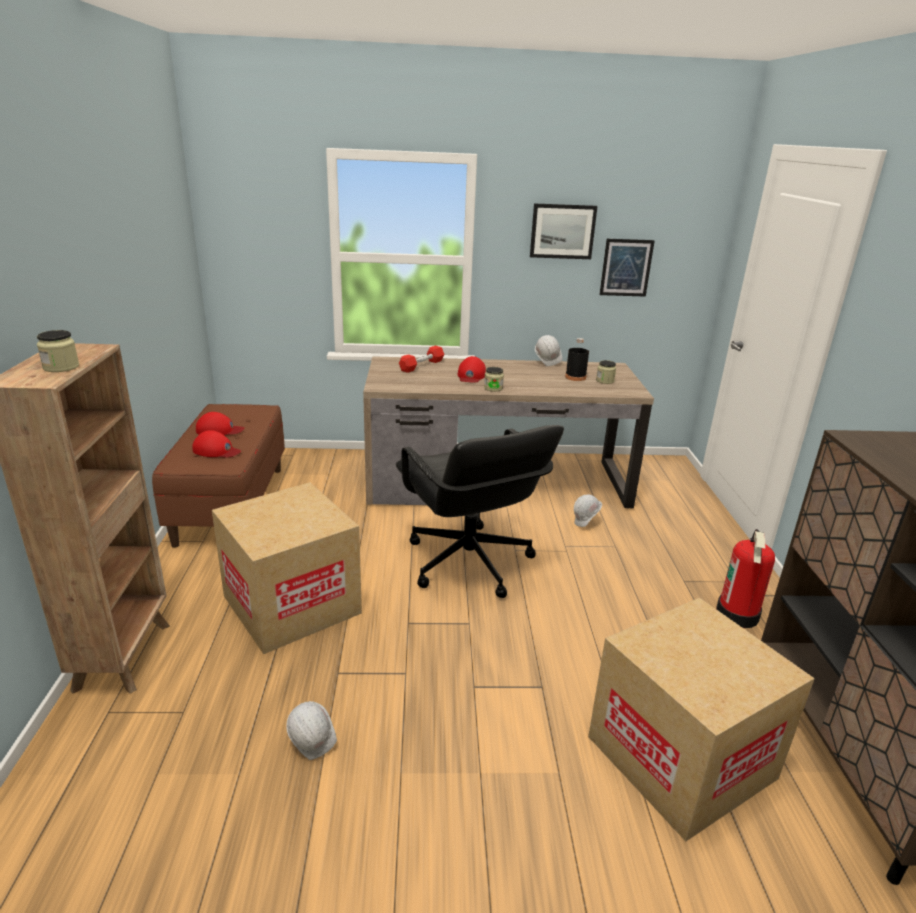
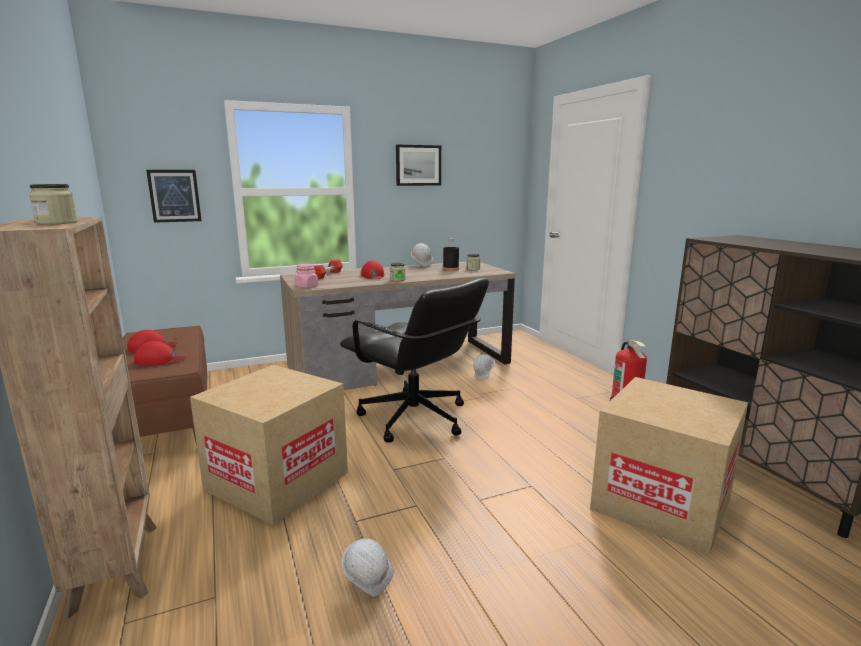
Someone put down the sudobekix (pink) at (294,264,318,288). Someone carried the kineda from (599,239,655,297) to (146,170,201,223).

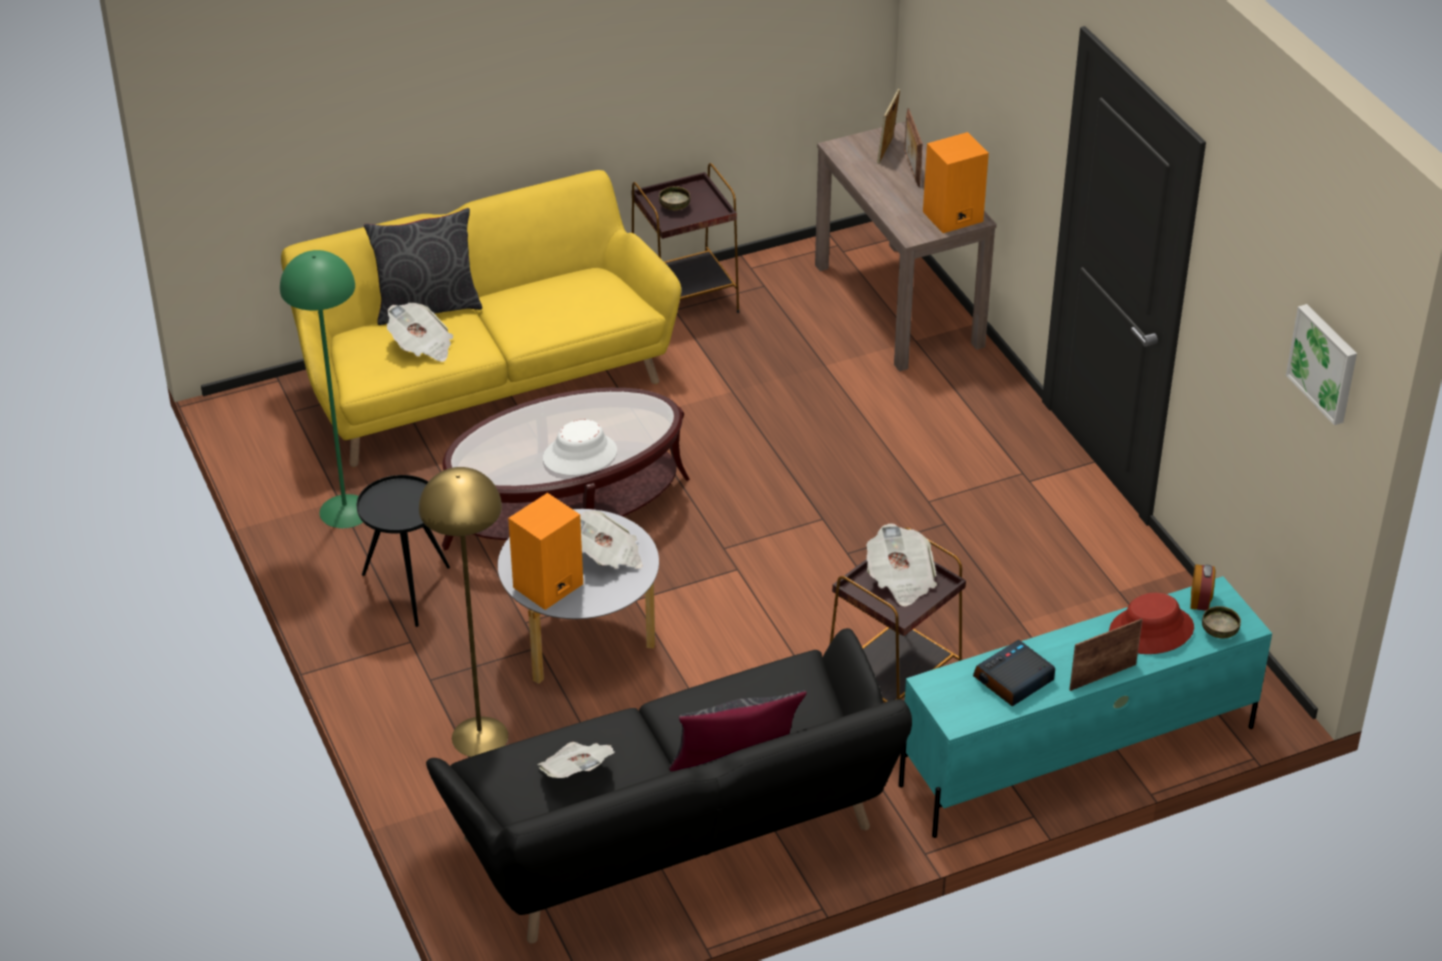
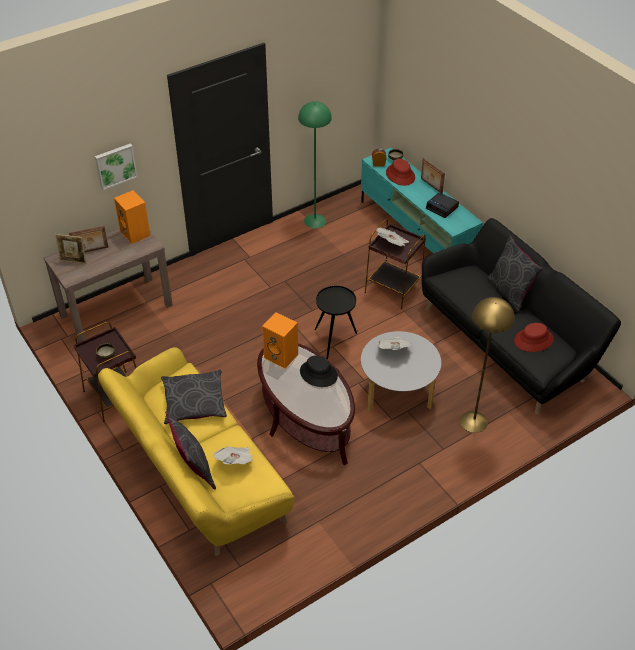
Someone put down the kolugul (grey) at (161,370,227,424). Someone carried the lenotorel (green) from (280,250,363,528) to (298,101,332,228). Someone carried the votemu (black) from (357,475,450,627) to (315,286,357,359). Someone carried the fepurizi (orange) from (508,493,583,610) to (262,312,298,369). Someone carried the kineda from (1286,304,1357,425) to (95,144,138,190). Someone swapped the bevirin at (537,742,614,778) for the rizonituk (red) at (514,323,554,352). Someone repainted the rizonituk (white) at (543,420,617,475), which became the rizonituk (black) at (300,355,338,387).

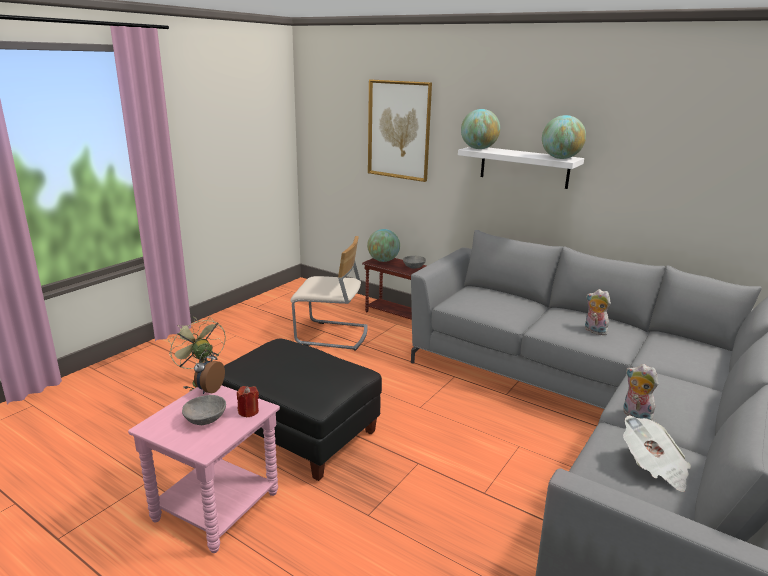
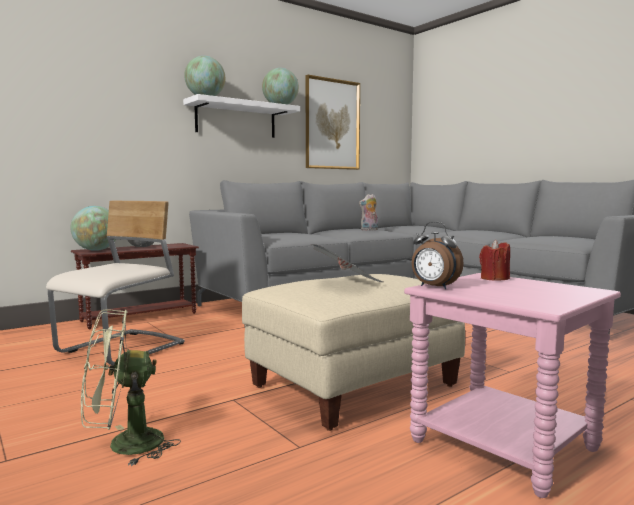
Someone took away the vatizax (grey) at (182,395,226,425). Someone took away the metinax at (623,364,658,421). Someone carried the kineda from (368,80,432,182) to (306,75,360,170). Someone carried the bevirin from (623,415,691,492) to (310,244,383,282). Someone repainted the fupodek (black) at (222,339,382,481), which became the fupodek (beige) at (242,274,465,431).

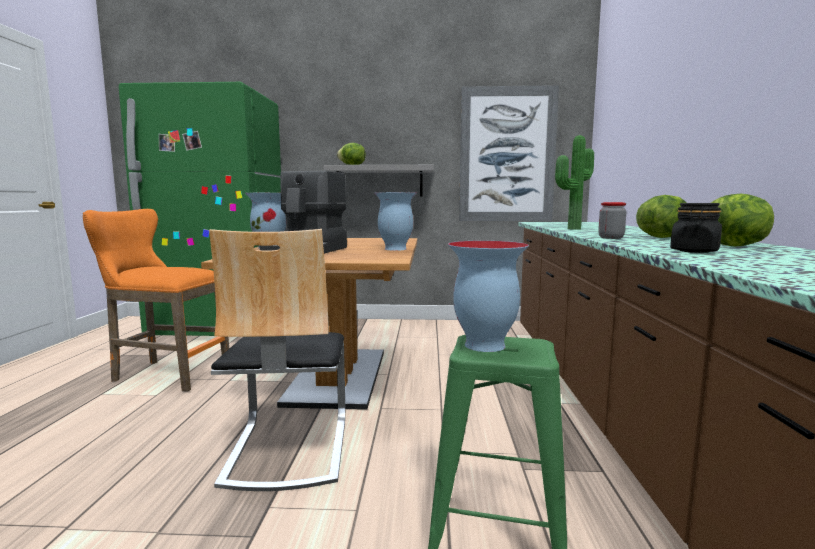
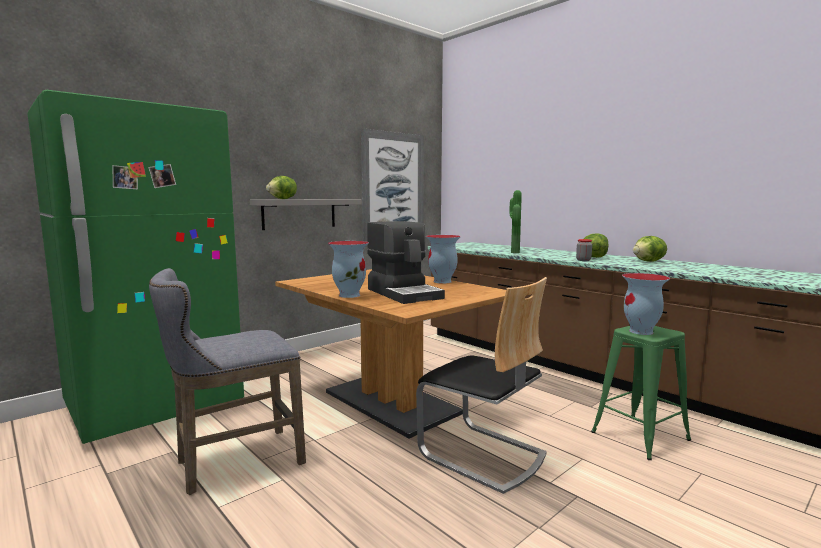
Someone took away the sudobekix (black) at (670,203,722,253). Someone repainted the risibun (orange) at (83,209,229,392), which became the risibun (grey) at (149,268,306,495).

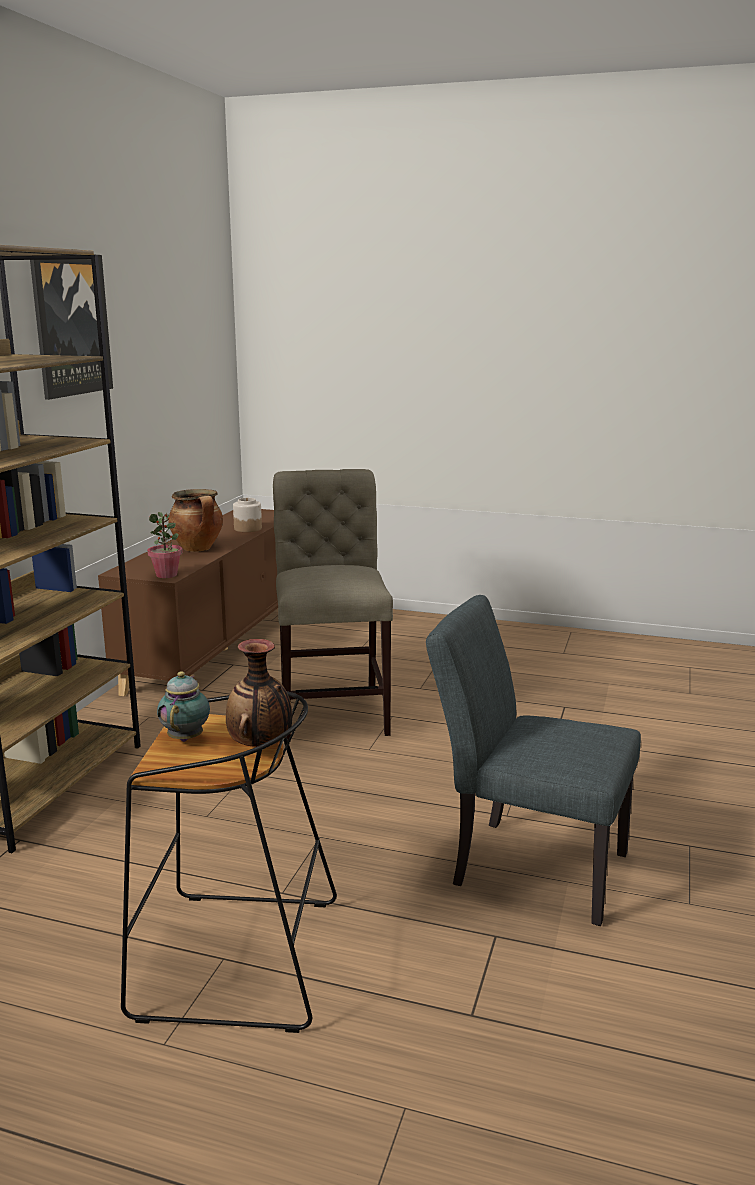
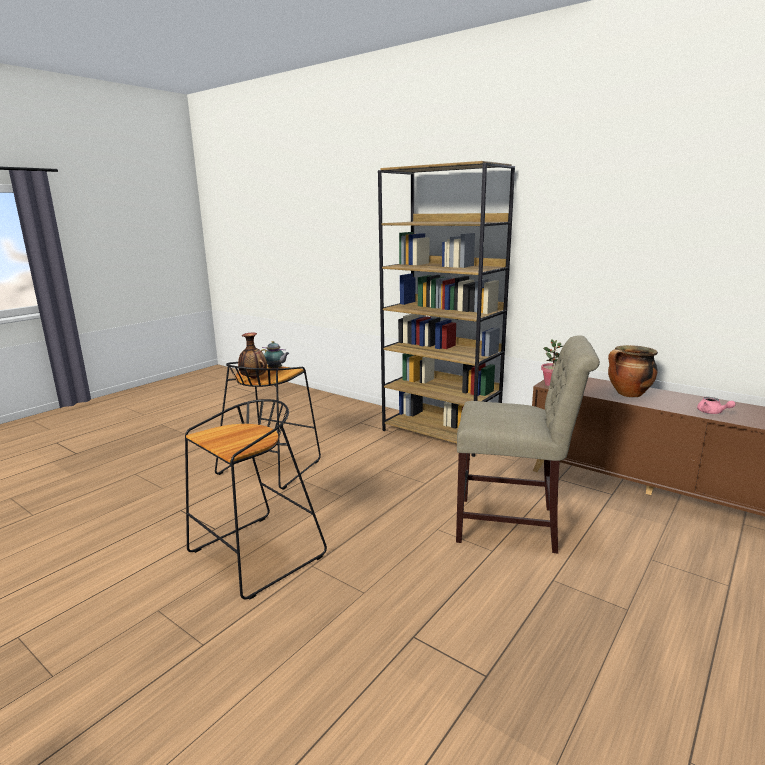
Someone took away the kineda at (30,255,113,400). Someone swapped the sudobekix at (233,498,262,532) for the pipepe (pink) at (697,397,736,414). Someone swapped the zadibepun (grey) at (426,595,641,926) for the risibun (black) at (185,399,327,600).

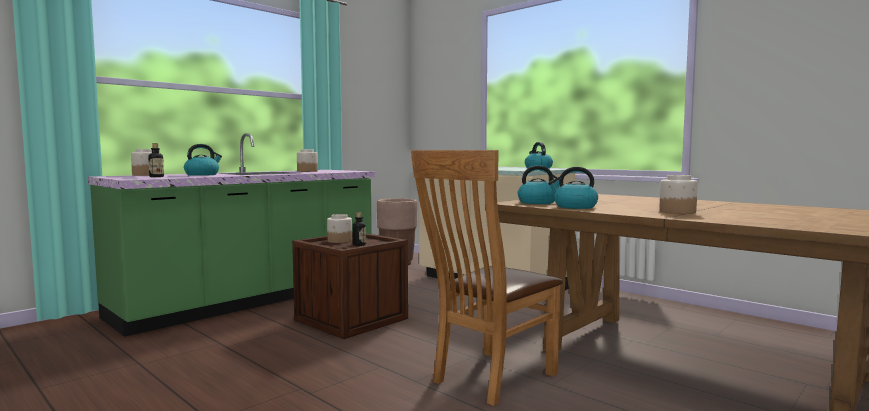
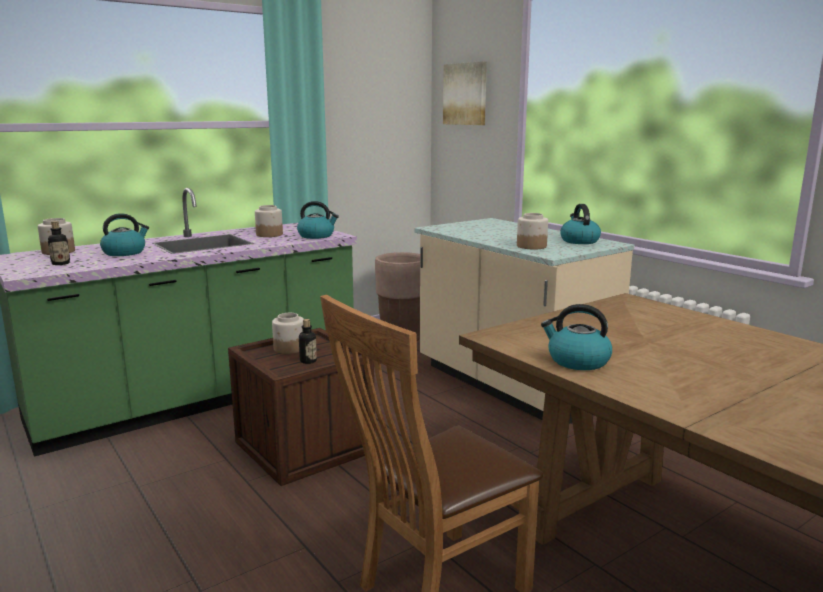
Someone put up the kineda at (443,61,487,125). Someone carried the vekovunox from (518,165,560,204) to (297,201,339,239). Someone carried the sudobekix from (659,175,698,214) to (517,213,548,249).

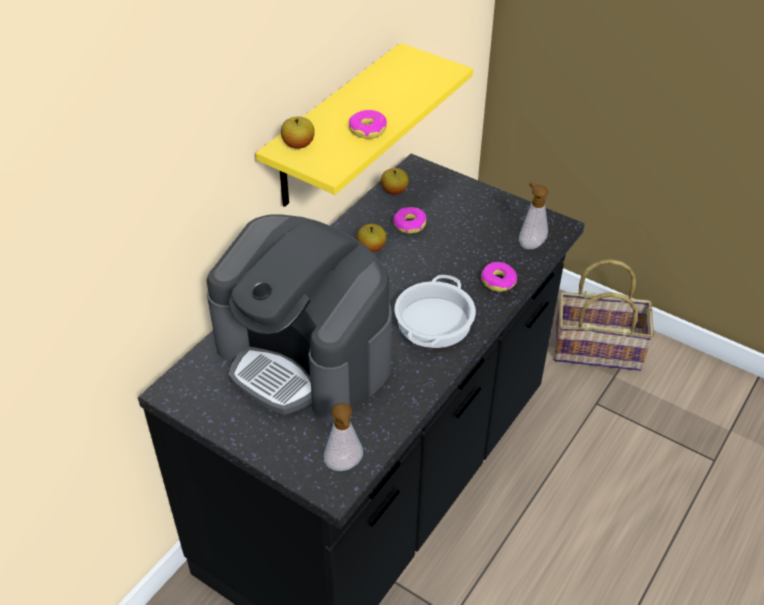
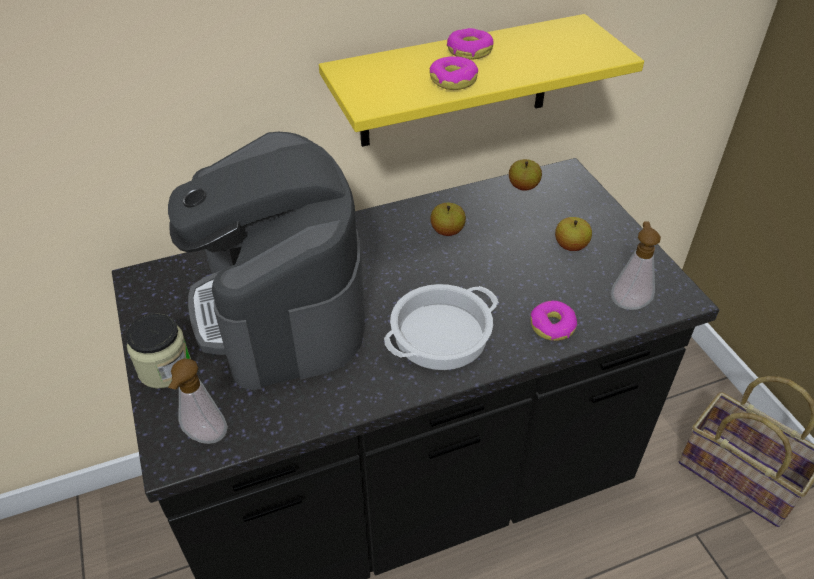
Someone put down the sudobekix at (126,314,191,389). Someone carried the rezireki from (281,116,315,149) to (555,217,592,251). Someone carried the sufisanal from (393,207,426,234) to (447,28,493,60).

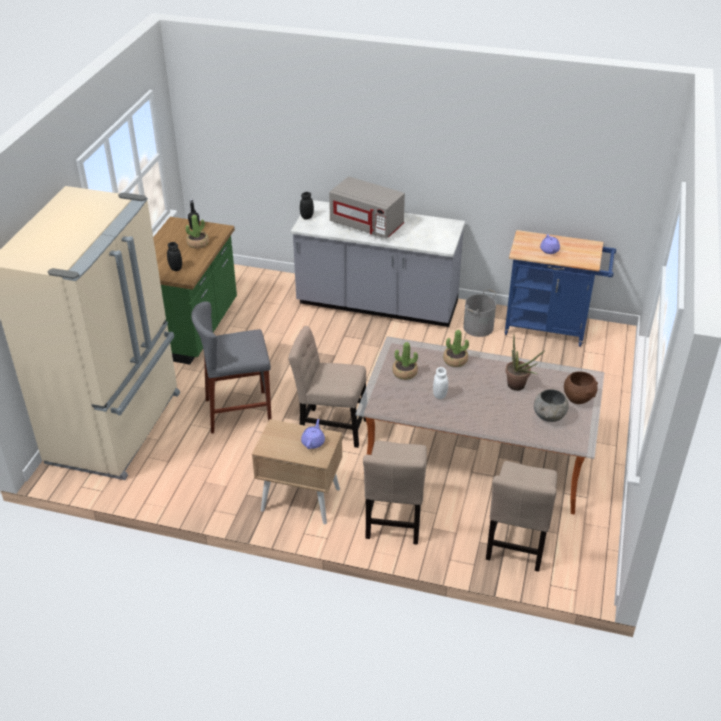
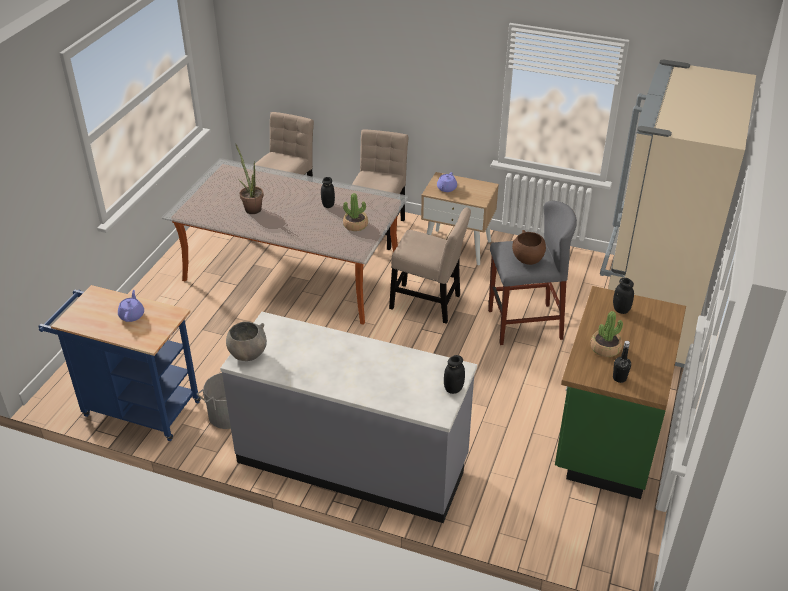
Someone took away the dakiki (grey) at (329,177,405,238). Someone took away the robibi at (443,330,469,367). Someone carried the vatizax (grey) from (534,389,569,422) to (226,322,267,361). Someone carried the vatizax (brown) from (564,371,598,404) to (512,230,546,265). Someone repainted the sudobekix (white) at (433,367,448,399), which became the sudobekix (black) at (321,177,335,208).

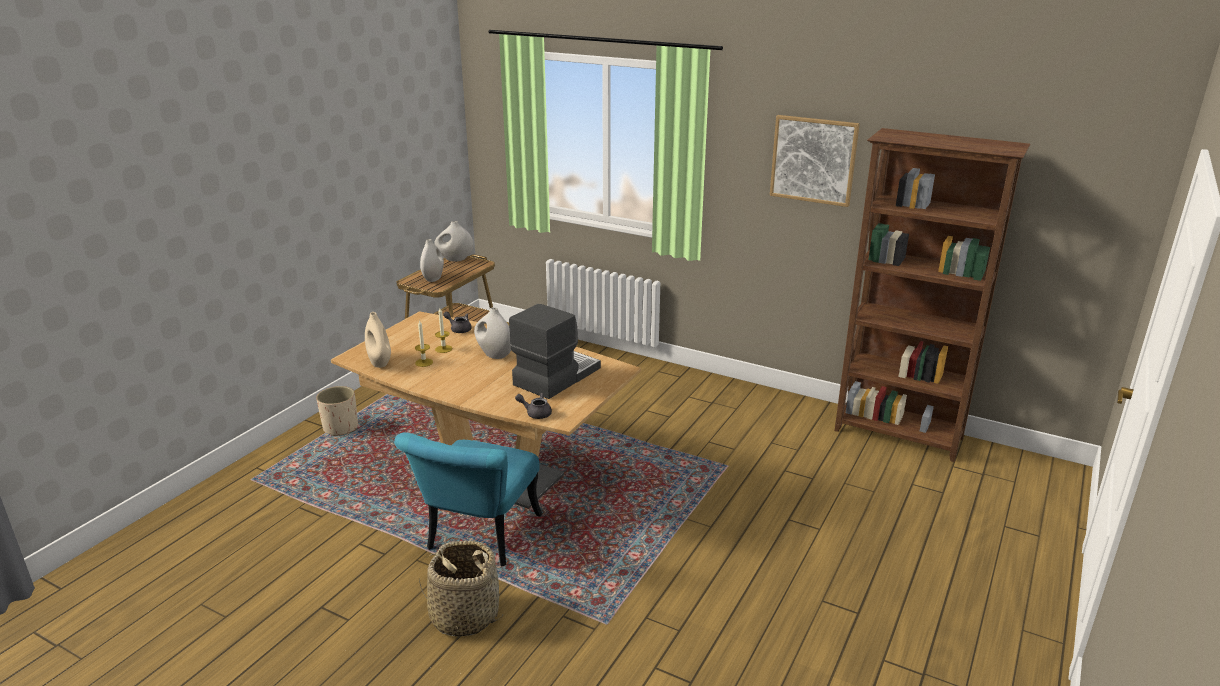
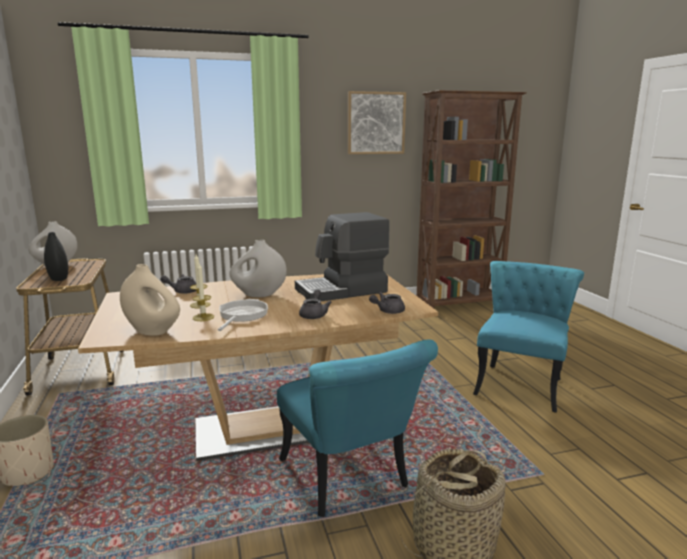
Someone put down the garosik at (218,299,268,331). Someone put down the pipepe (grey) at (299,289,332,319). Someone put down the zadibepun (turquoise) at (473,261,584,413). Someone repainted the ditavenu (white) at (420,239,444,282), which became the ditavenu (black) at (44,232,68,281). Someone rotated the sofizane at (509,304,601,399) by 105 degrees counterclockwise.

